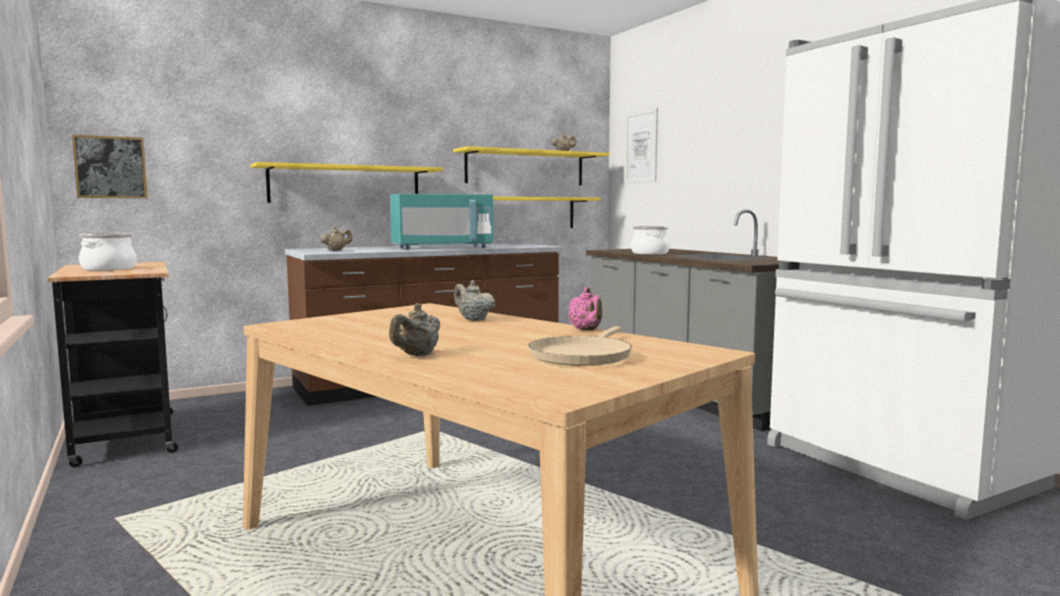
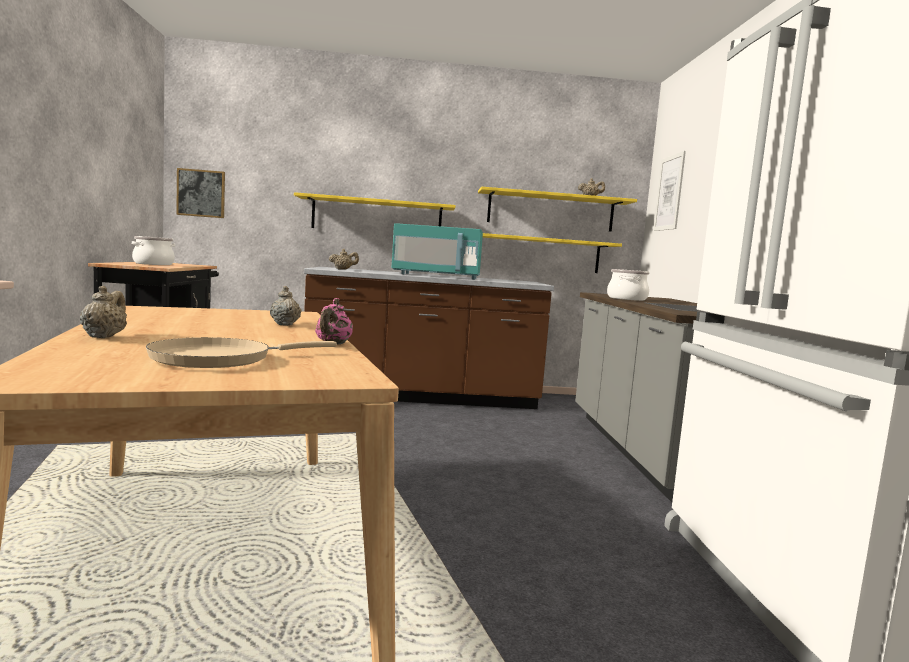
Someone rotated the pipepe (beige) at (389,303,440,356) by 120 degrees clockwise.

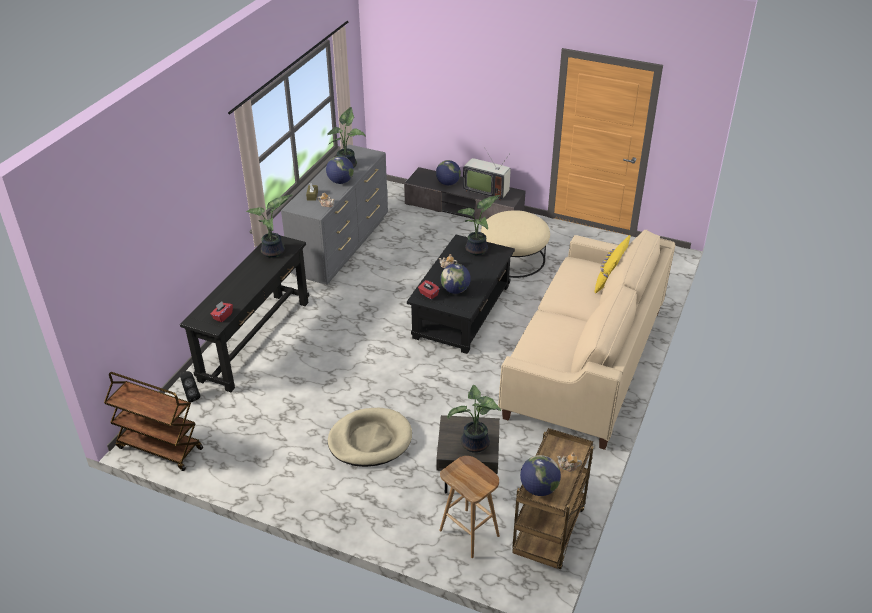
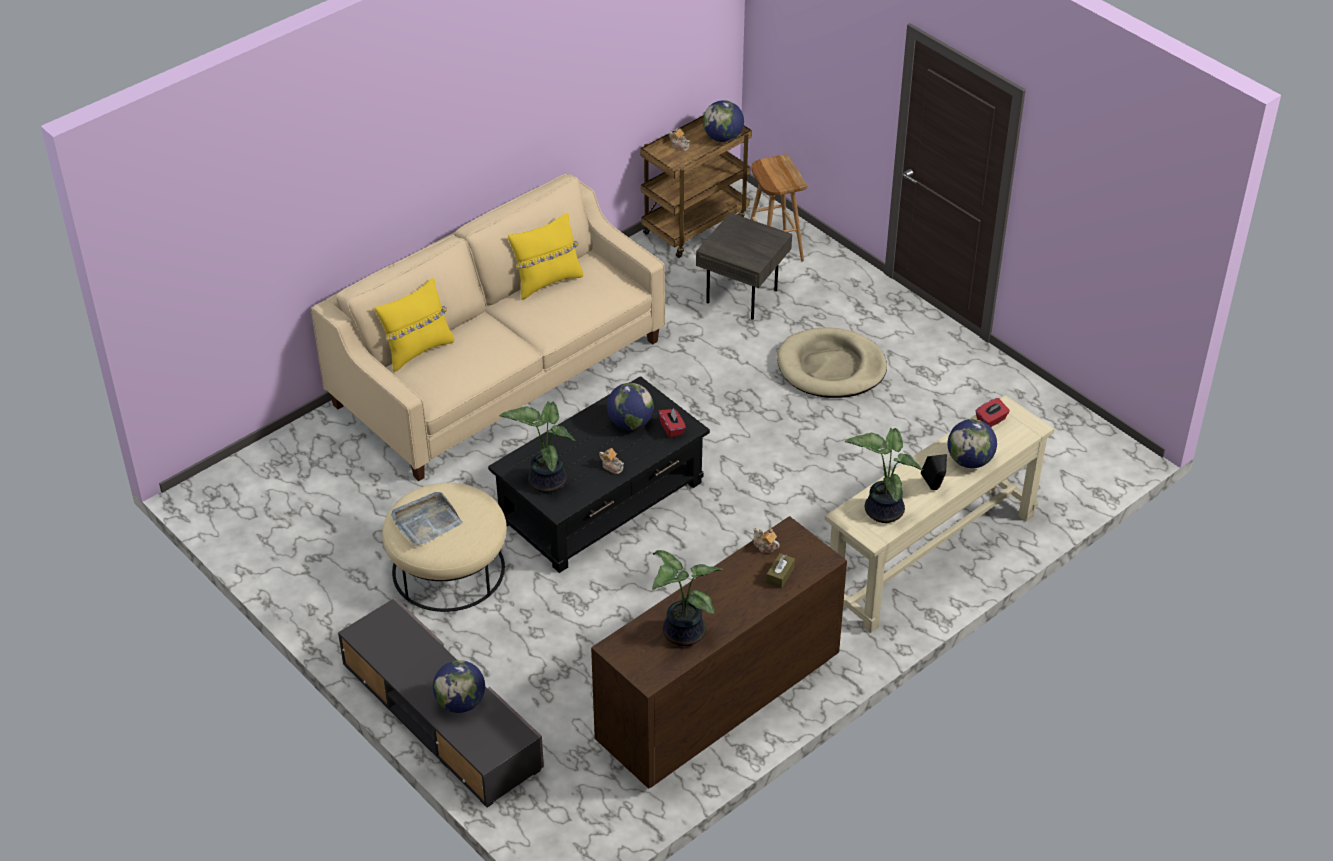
Someone took away the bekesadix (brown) at (104,372,203,471). Someone took away the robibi at (447,385,501,453). Someone took away the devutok at (463,147,511,200). Someone put down the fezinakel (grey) at (391,492,463,546). Someone put down the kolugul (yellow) at (508,212,583,300). Someone carried the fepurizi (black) from (180,371,200,403) to (921,454,947,490). Someone carried the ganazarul from (326,156,354,184) to (948,419,997,468). Someone repainted the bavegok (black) at (180,235,309,392), which became the bavegok (beige) at (825,395,1054,633). Someone repainted the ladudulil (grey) at (281,144,388,285), which became the ladudulil (brown) at (591,516,847,789).

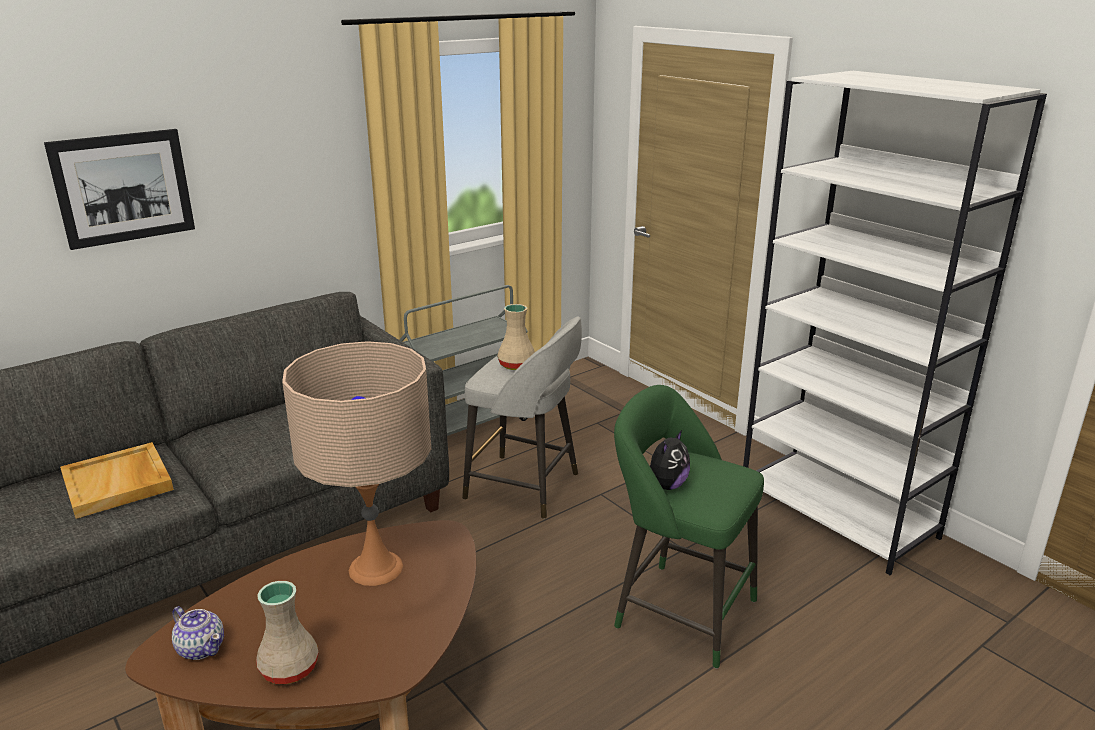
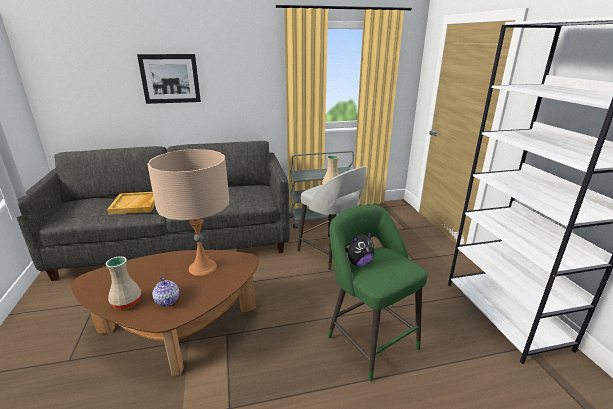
Someone carried the pipepe from (172,606,224,660) to (152,277,179,306).

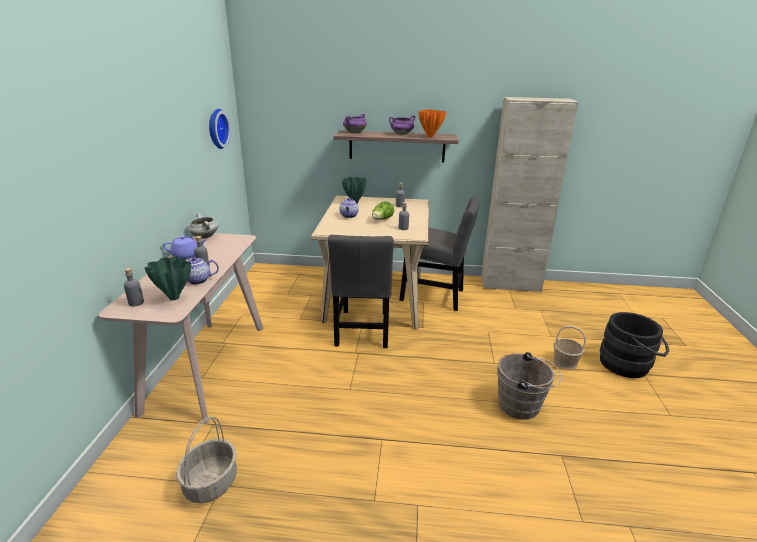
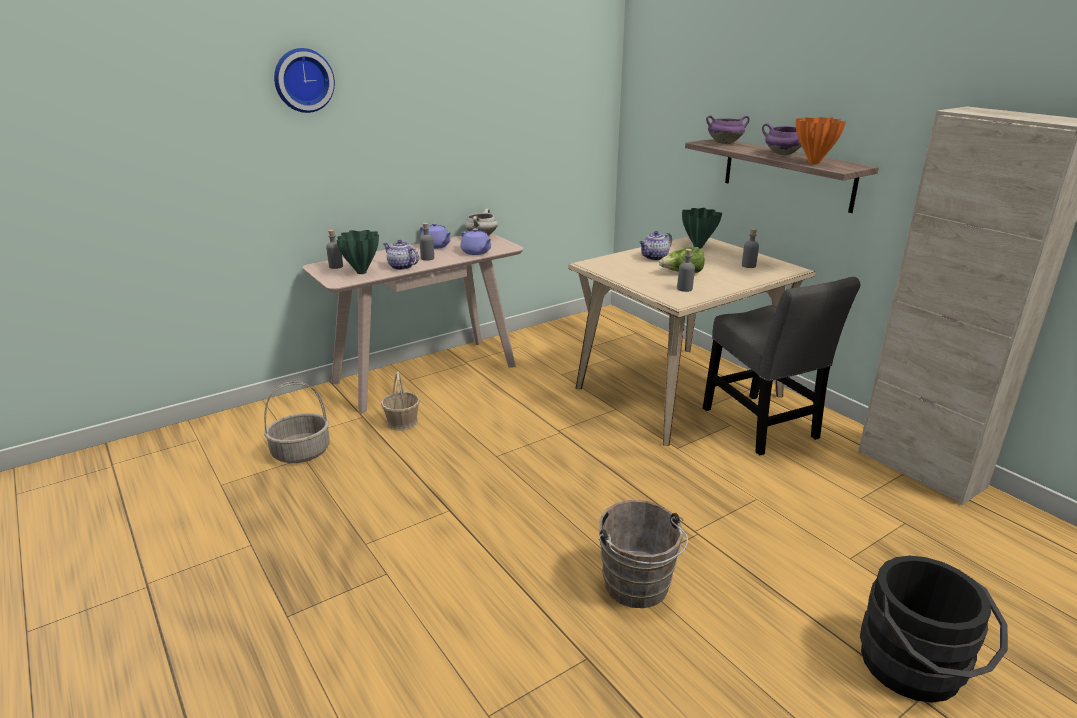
Someone took away the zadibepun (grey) at (328,235,394,348). Someone put down the pipepe (purple) at (460,228,492,255). Someone carried the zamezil from (209,109,230,149) to (274,48,335,113). Someone carried the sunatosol from (553,326,586,369) to (381,371,420,431).

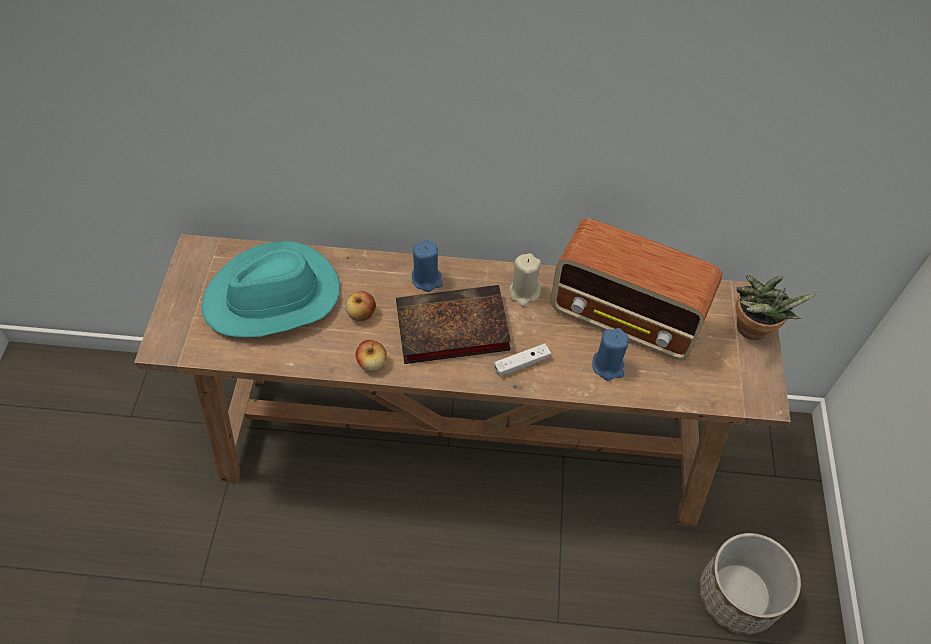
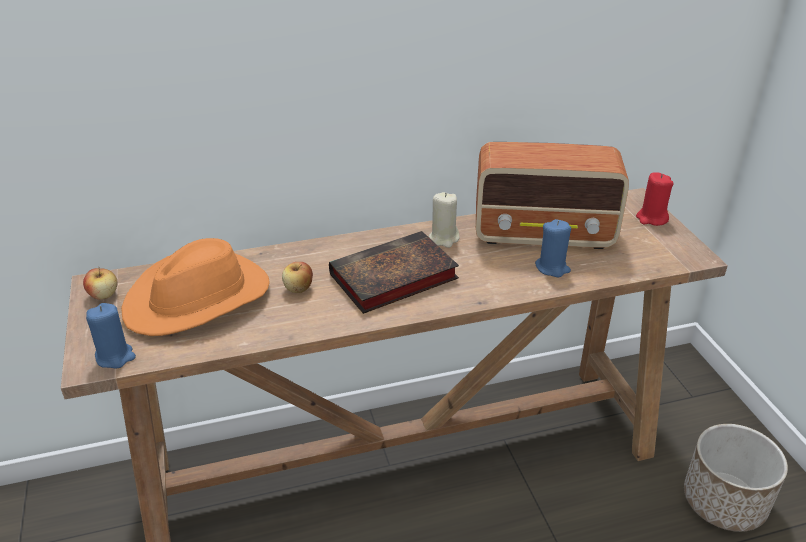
Someone took away the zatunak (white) at (494,343,551,376). Someone carried the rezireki from (356,340,387,371) to (83,267,118,300). Someone carried the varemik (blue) from (412,240,443,292) to (86,303,136,368). Someone swapped the robibi at (736,275,817,340) for the varemik (red) at (636,172,674,226). Someone repainted the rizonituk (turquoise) at (202,241,340,338), which became the rizonituk (orange) at (121,238,270,336).

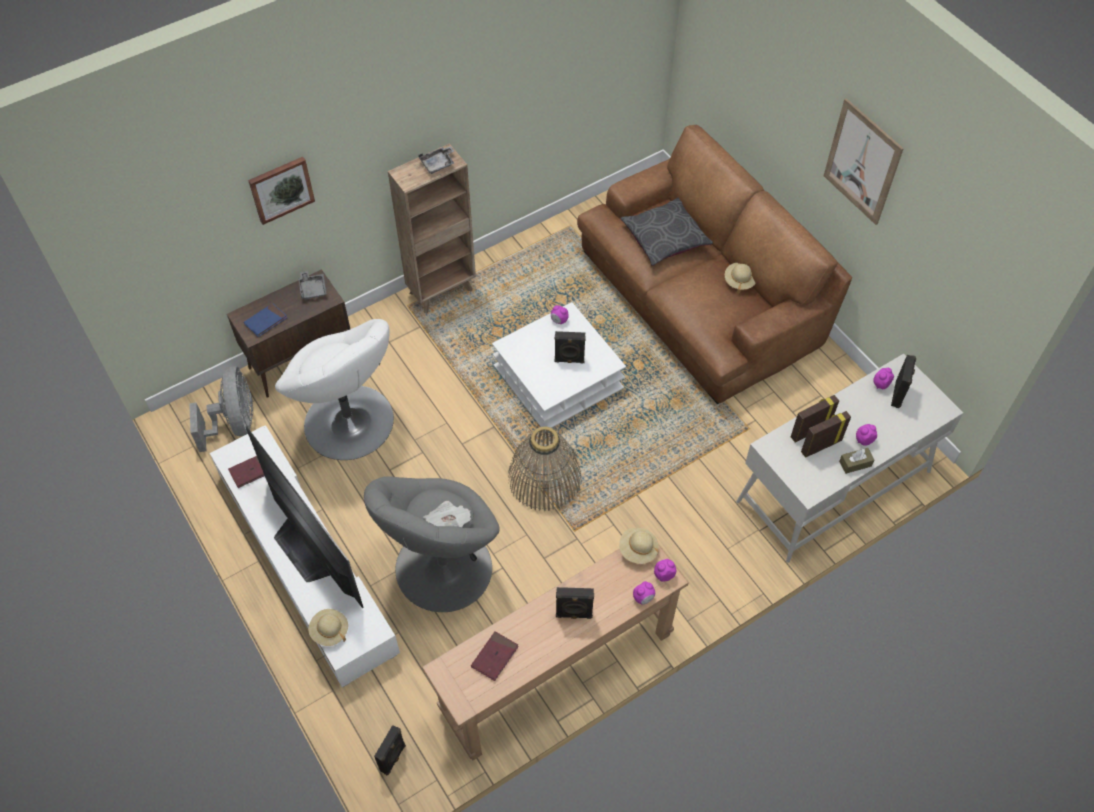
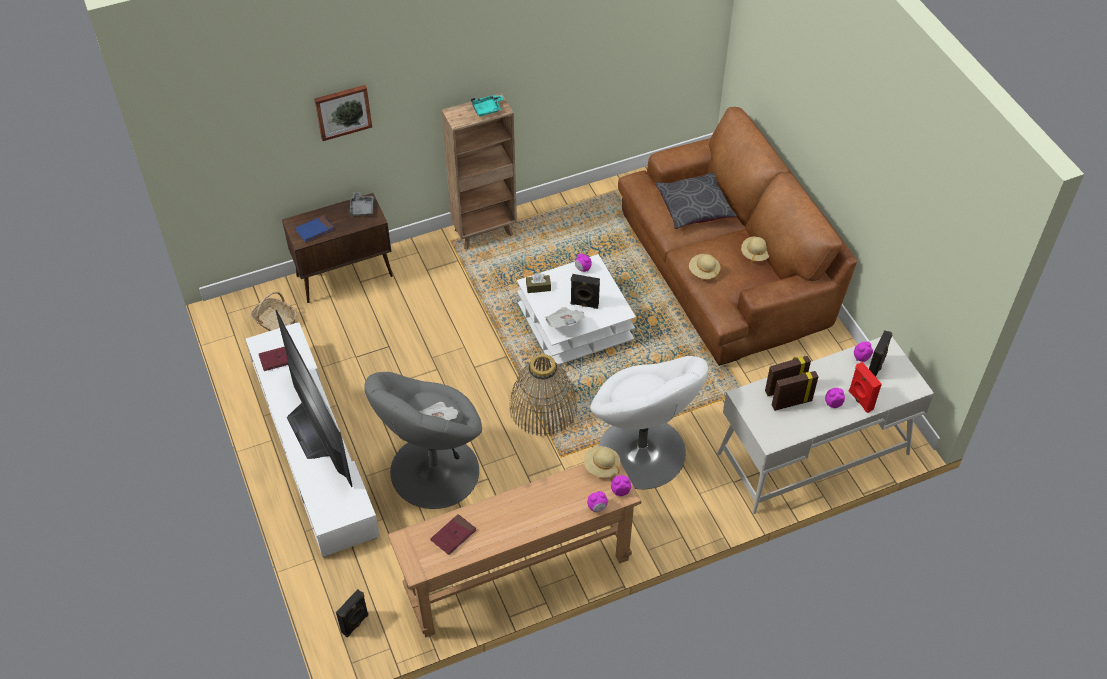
Someone took away the fepurizi (black) at (556,587,594,619). Someone took away the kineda at (824,98,904,225). Someone put down the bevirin at (545,307,585,328). Someone put down the fepurizi (red) at (849,362,882,413). Someone carried the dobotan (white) from (275,319,394,460) to (590,356,708,489). Someone carried the rizonituk (beige) from (308,609,348,646) to (689,254,721,280). Someone carried the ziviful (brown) from (839,448,874,474) to (526,273,551,293). Someone swapped the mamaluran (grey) at (189,366,253,452) for the sunatosol at (250,292,297,331). Someone repainted the fezinakel (grey) at (419,146,454,174), which became the fezinakel (turquoise) at (471,95,504,117).

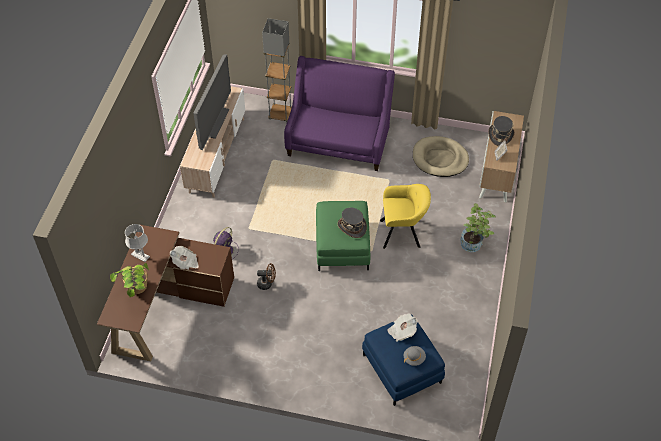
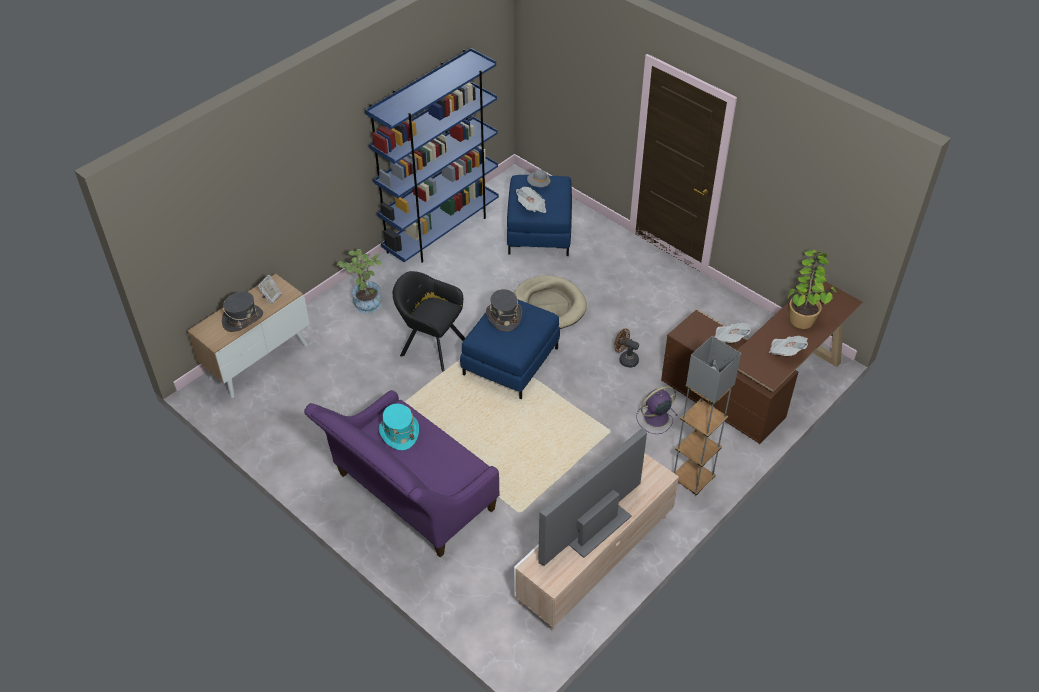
Someone put down the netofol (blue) at (365,48,499,263). Someone put down the rizonituk (turquoise) at (379,404,419,450). Someone carried the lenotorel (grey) from (262,18,292,123) to (674,336,741,496). Someone carried the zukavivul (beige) from (413,136,469,177) to (514,275,587,329). Someone swapped the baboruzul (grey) at (125,224,150,262) for the bevirin at (769,336,808,356). Someone repainted the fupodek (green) at (316,201,370,271), which became the fupodek (blue) at (460,300,560,399). Someone repainted the dobotan (yellow) at (380,184,431,249), which became the dobotan (black) at (392,271,465,372).

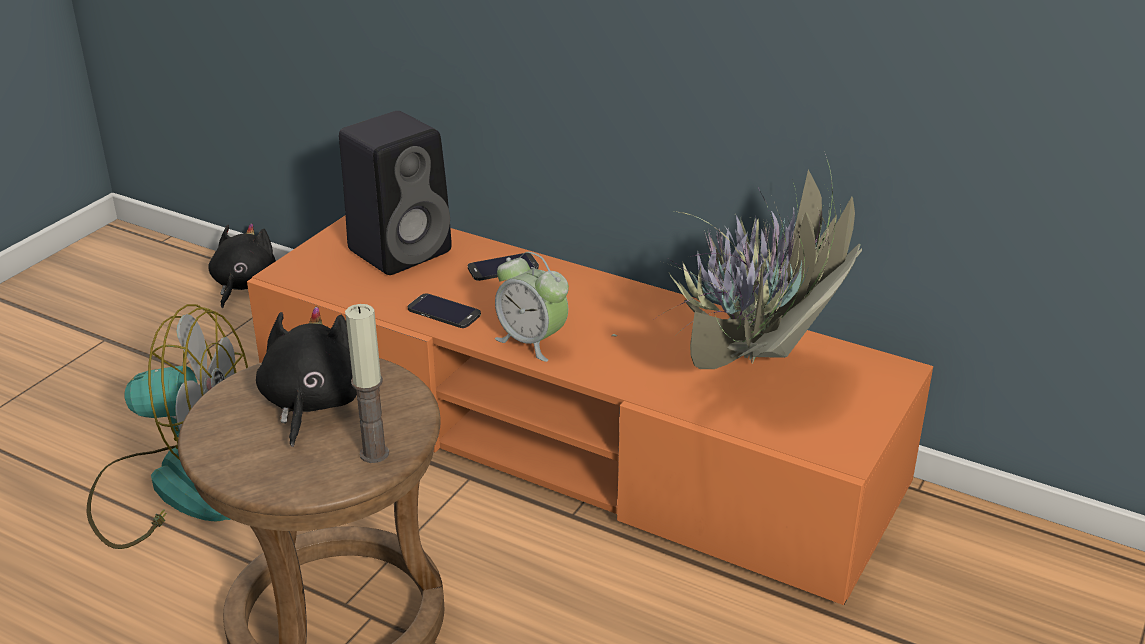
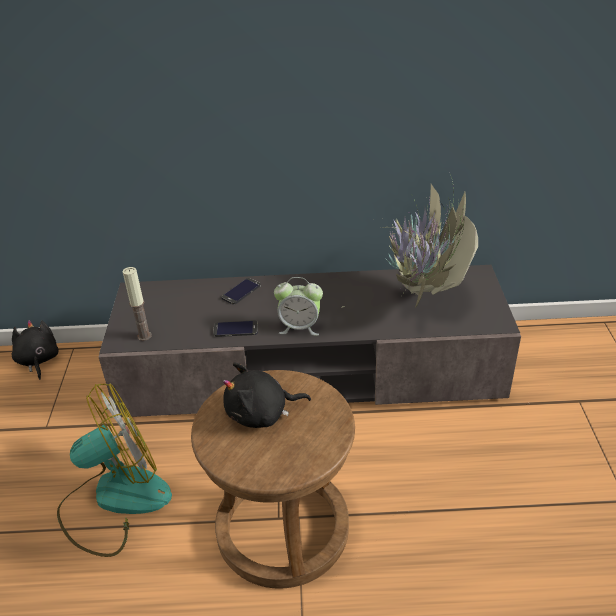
Someone took away the fepurizi (black) at (339,111,452,275). Someone carried the varemik from (345,304,389,463) to (122,267,152,341). Someone repainted the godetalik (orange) at (247,216,933,605), which became the godetalik (grey) at (99,265,521,417). Someone rotated the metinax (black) at (256,307,357,447) by 75 degrees counterclockwise.

